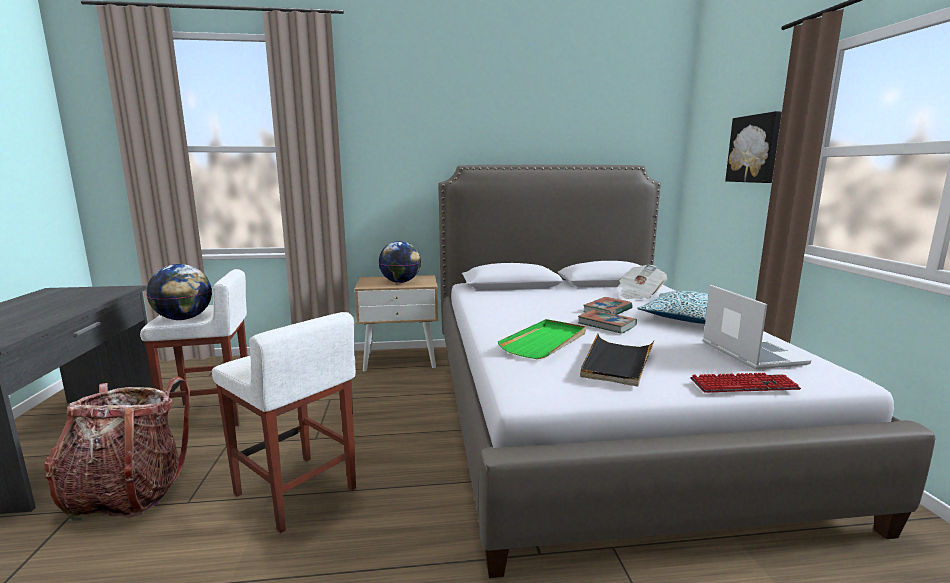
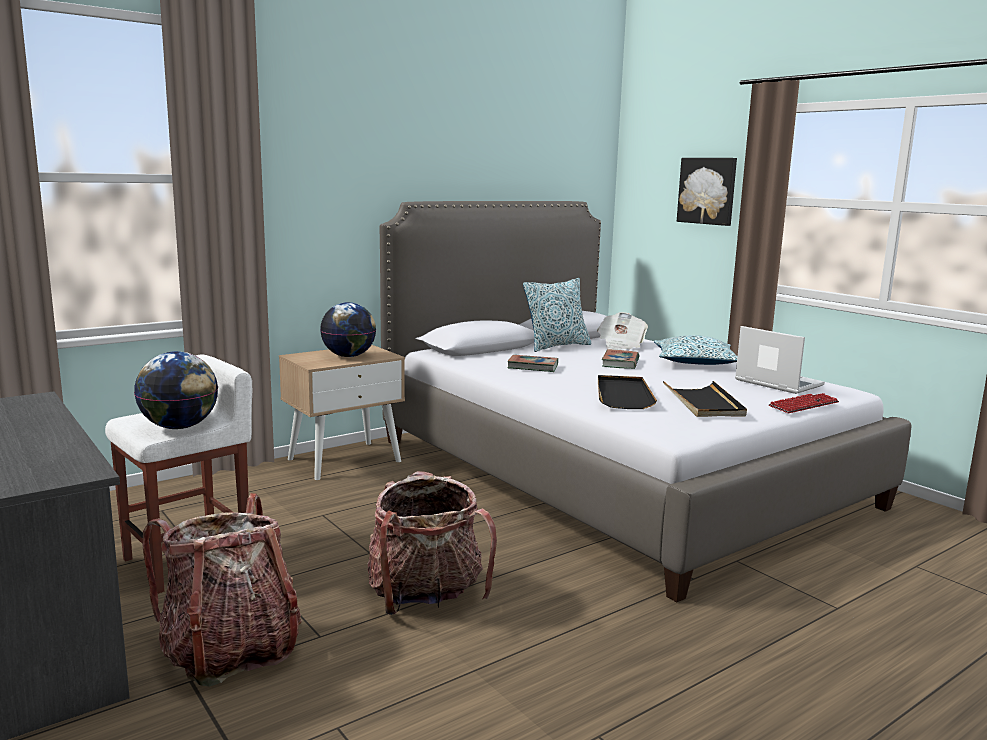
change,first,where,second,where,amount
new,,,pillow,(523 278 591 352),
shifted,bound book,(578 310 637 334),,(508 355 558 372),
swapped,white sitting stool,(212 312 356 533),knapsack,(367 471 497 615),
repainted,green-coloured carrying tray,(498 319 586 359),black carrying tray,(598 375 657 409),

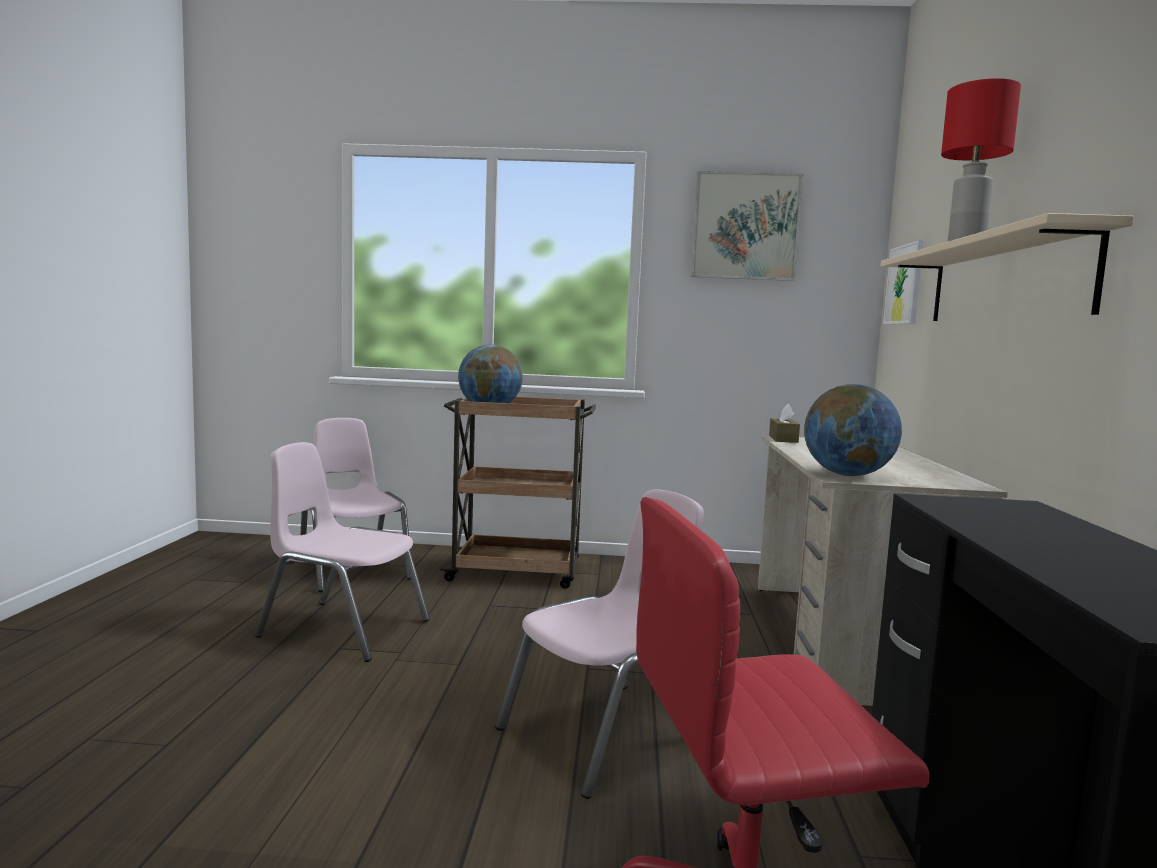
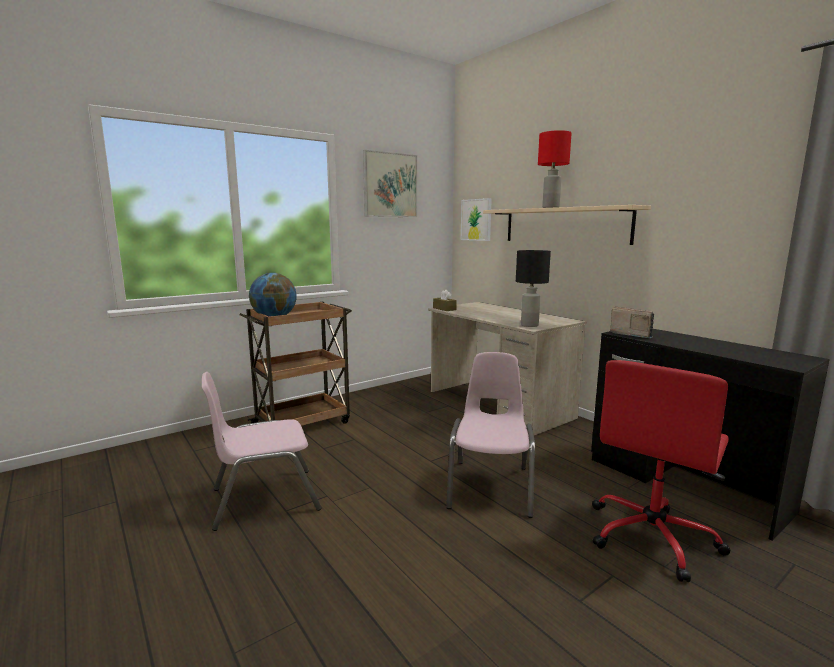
change,first,where,second,where,amount
gone,pink-coloured upright chair,(300 418 411 592),,,
new,,,radio receiver,(610 307 654 338),
swapped,globe,(804 384 902 476),black lamp for a table,(516 250 551 327),

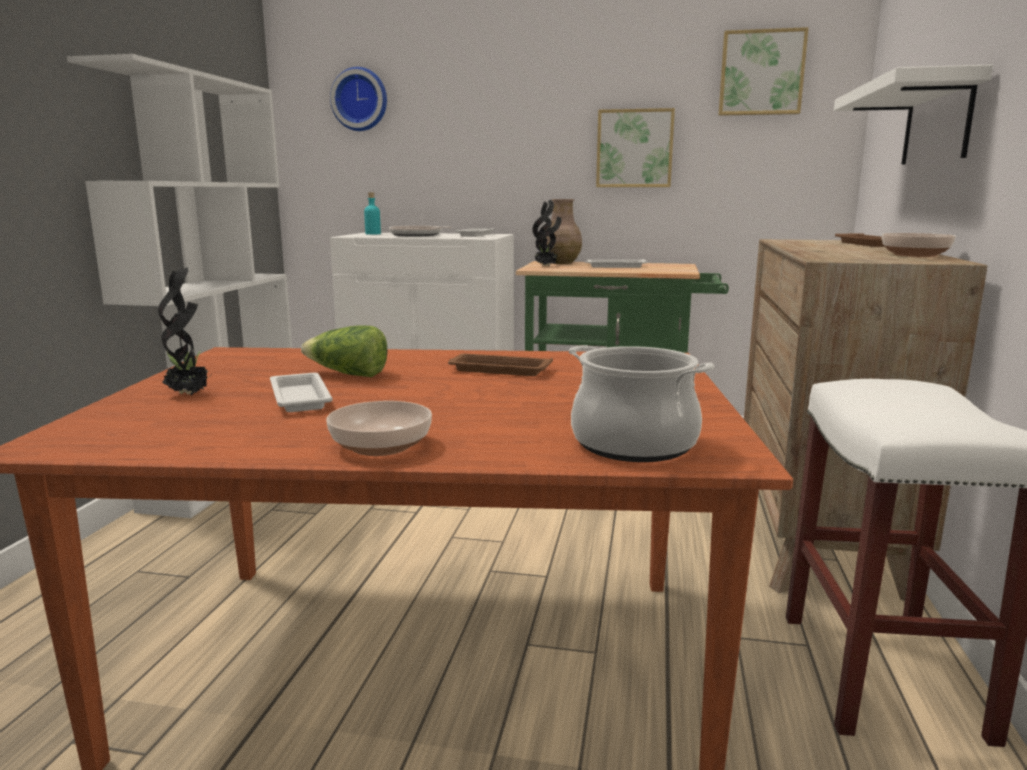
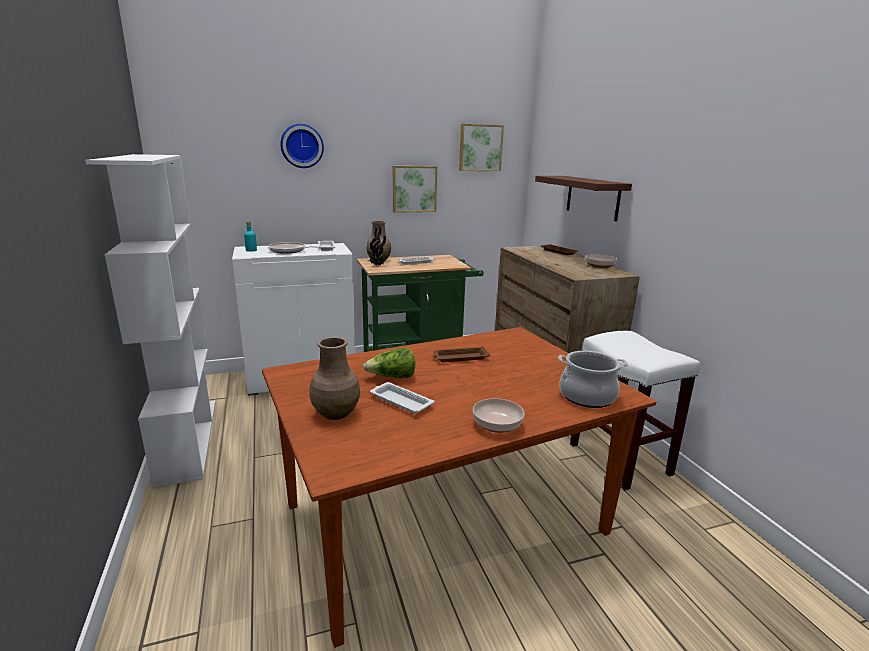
change,first,where,second,where,amount
shifted,hanging clock,(330 67 387 131),,(280 124 324 168),
swapped,houseplant,(158 267 212 395),brown-coloured flower vase,(309 337 360 420),
repainted,white wall shelf,(834 65 993 165),brown-coloured wall shelf,(535 176 632 221),

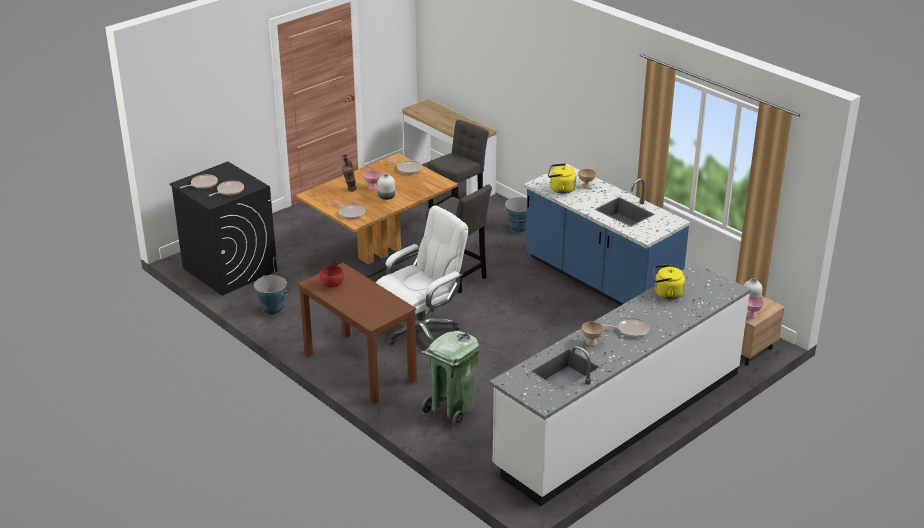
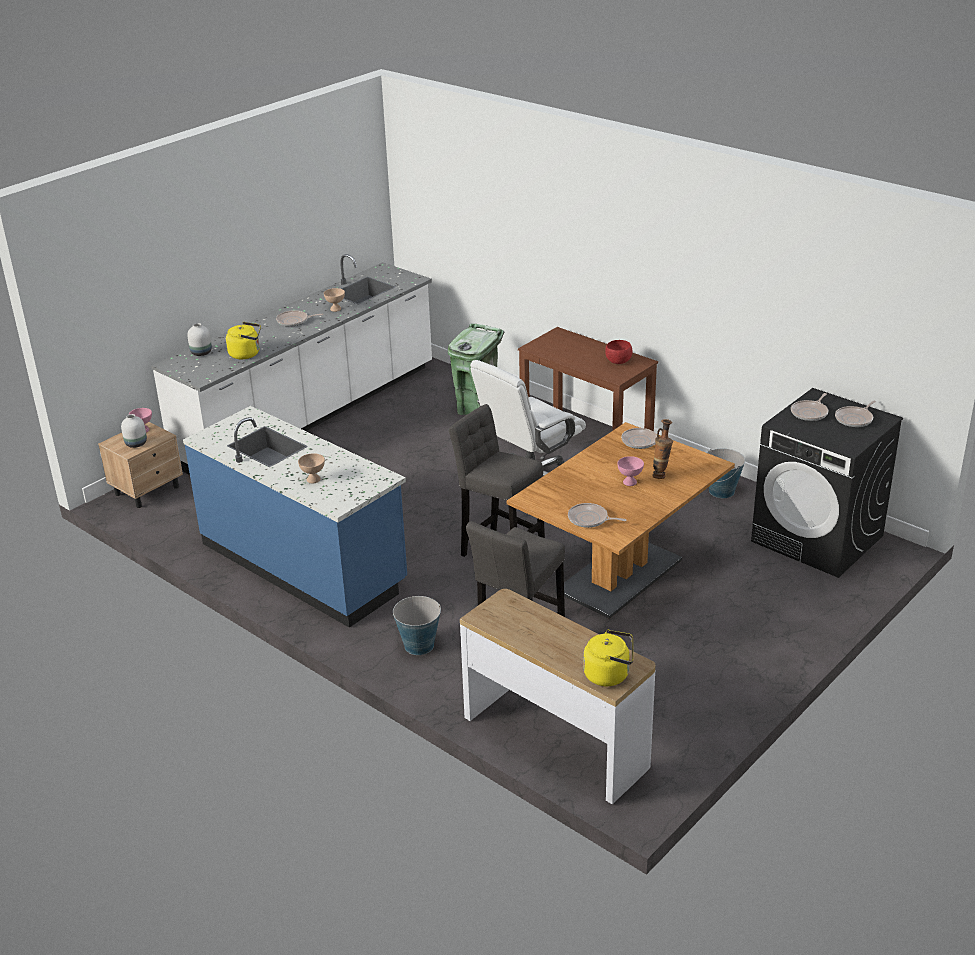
change,first,where,second,where,amount
shifted,white flower vase,(377 174 395 200),,(187 323 212 356),
shifted,yellow water kettle,(548 163 576 194),,(583 630 633 686),

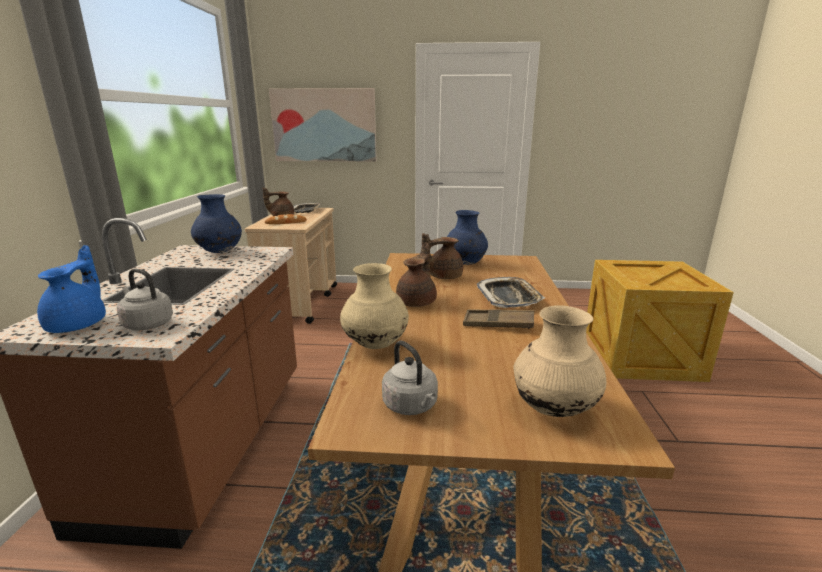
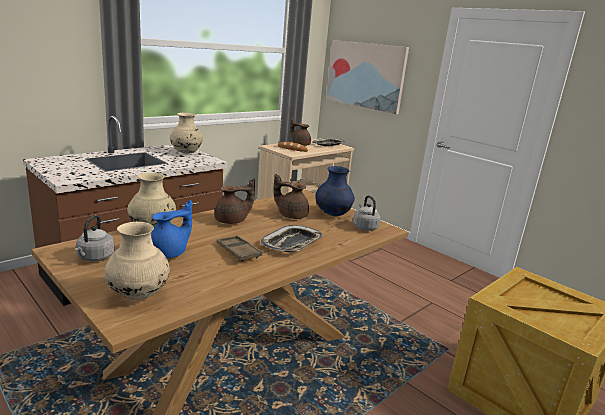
change,first,where,second,where,amount
shifted,blue-coloured teapot,(37 245 106 333),,(151 200 192 258),
shifted,greyish water kettle,(117 269 173 330),,(353 195 381 231),
repainted,blue-coloured flower vase,(191 194 242 253),beige-coloured flower vase,(170 113 203 154),

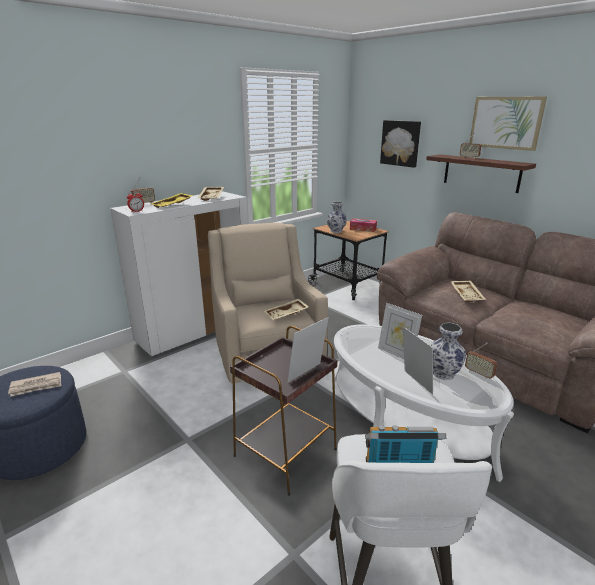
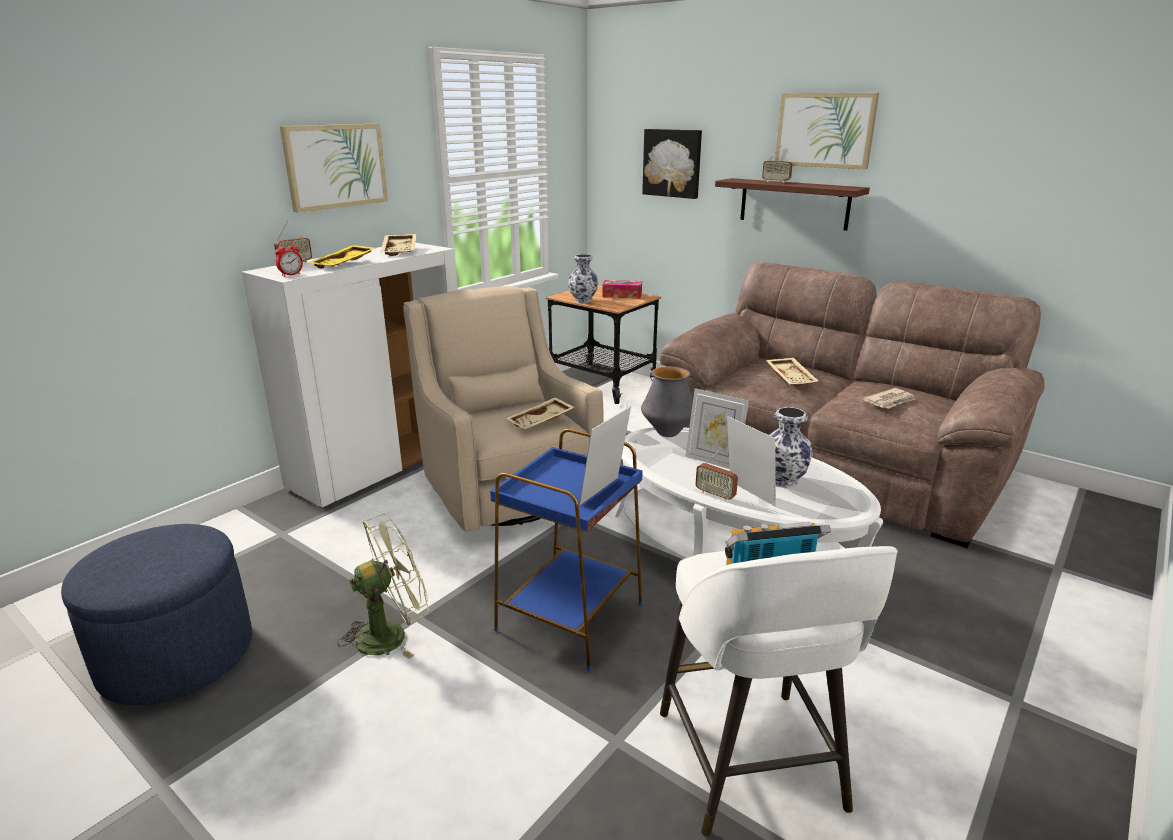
change,first,where,second,where,amount
new,,,wall art,(280 124 388 212),
new,,,green-coloured fan,(337 514 429 659),
new,,,flower vase,(641 366 693 437),
shifted,newspaper,(8 372 61 397),,(863 388 916 409),
shifted,radio receiver,(465 342 497 379),,(696 448 738 501),
repainted,brown-coloured end table,(230 326 337 496),blue-coloured end table,(490 429 643 671),

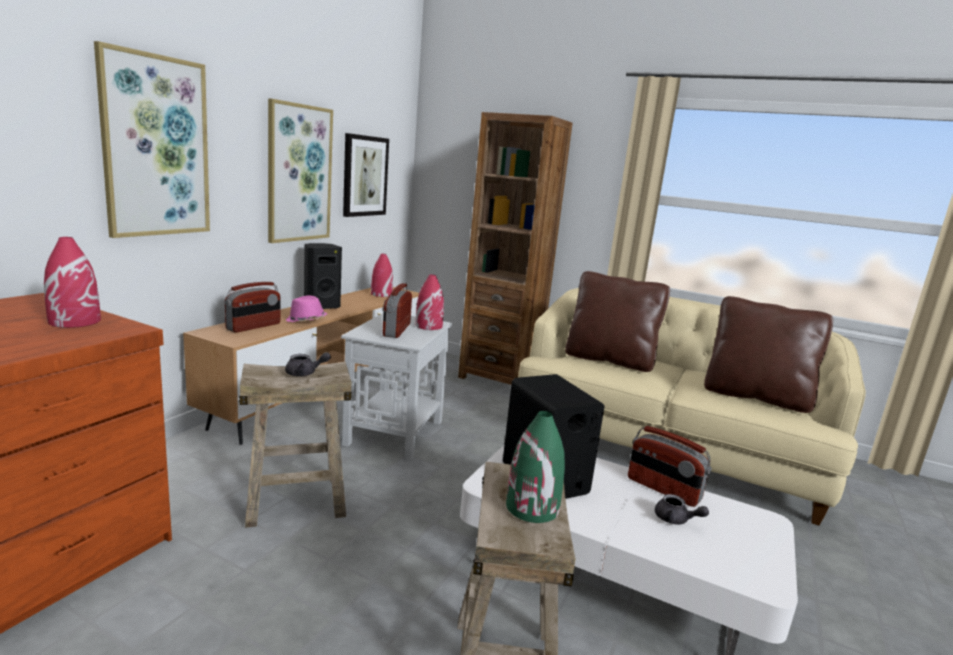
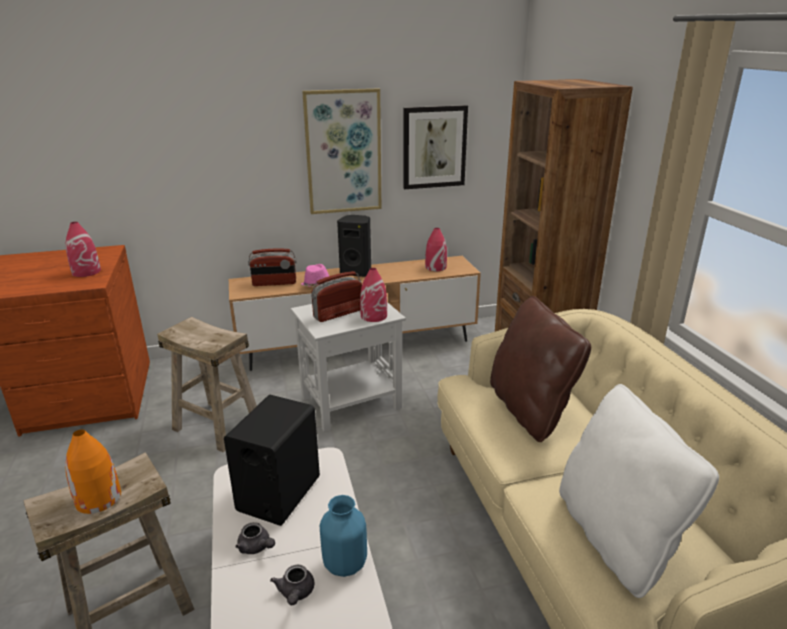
change,first,where,second,where,amount
gone,wall art,(94 41 210 238),,,
shifted,greyish teapot,(285 352 331 376),,(236 522 275 554),
swapped,radio receiver,(628 426 712 507),blue-coloured flower vase,(320 495 367 577),
repainted,green-coloured flower vase,(506 411 565 523),orangey flower vase,(65 429 121 514),
repainted,brown-coloured pillow,(704 296 833 413),white pillow,(559 384 719 598),

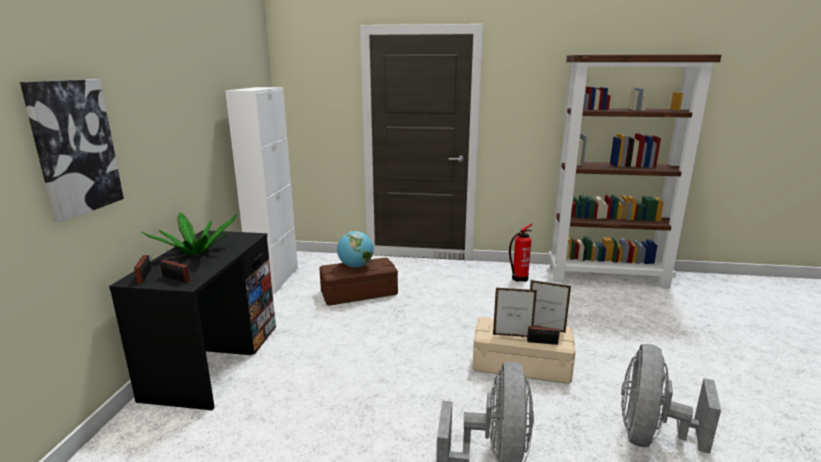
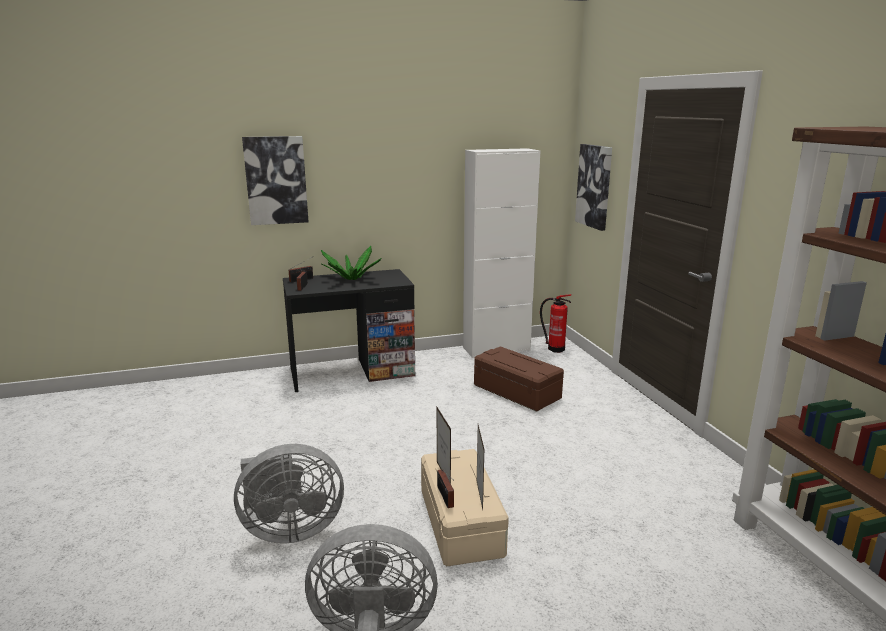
change,first,where,second,where,amount
gone,globe,(337 231 374 268),,,
new,,,wall art,(575 144 612 231),
shifted,fire-fighting cylinder,(509 224 533 282),,(540 294 571 353),

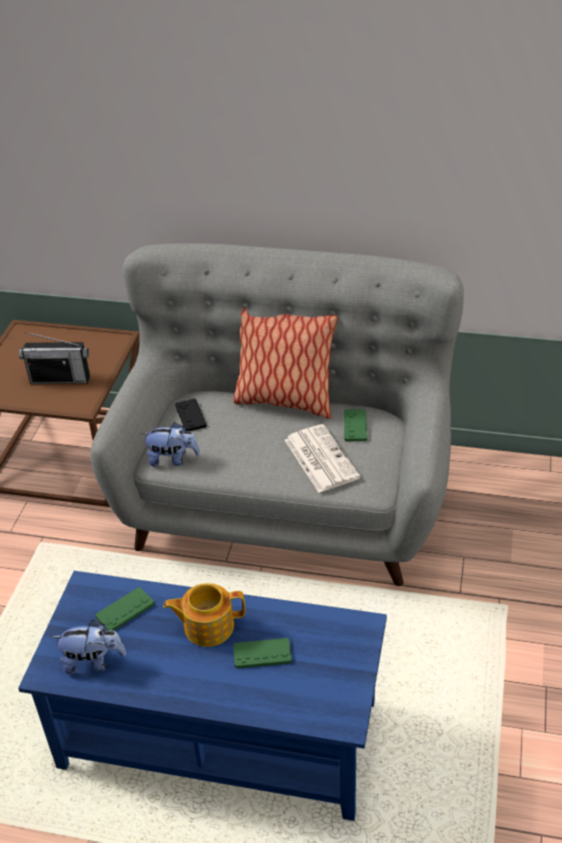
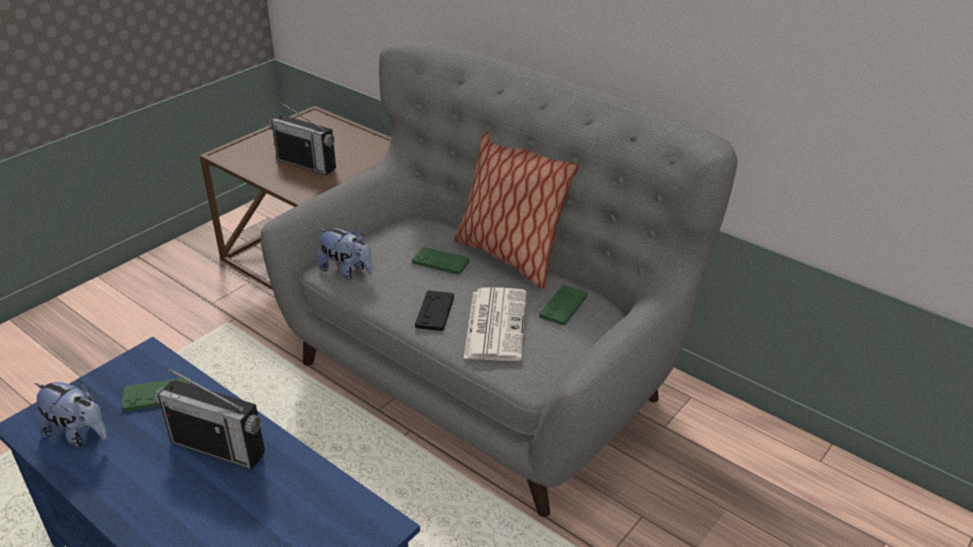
change,first,where,second,where,amount
shifted,black joypad,(175 398 207 431),,(415 291 454 331),
shifted,green-coloured joypad,(233 638 292 669),,(412 247 470 275),
swapped,teapot,(163 583 245 647),radio receiver,(155 367 265 470),

